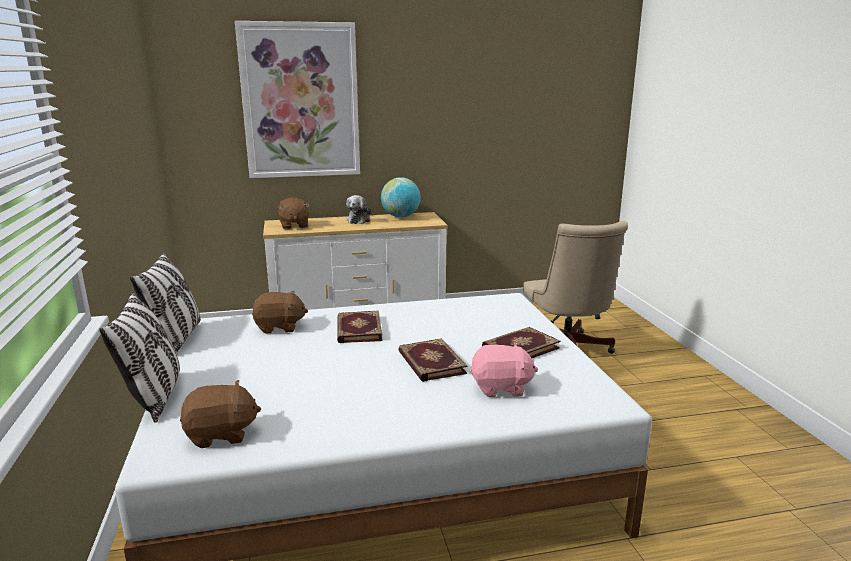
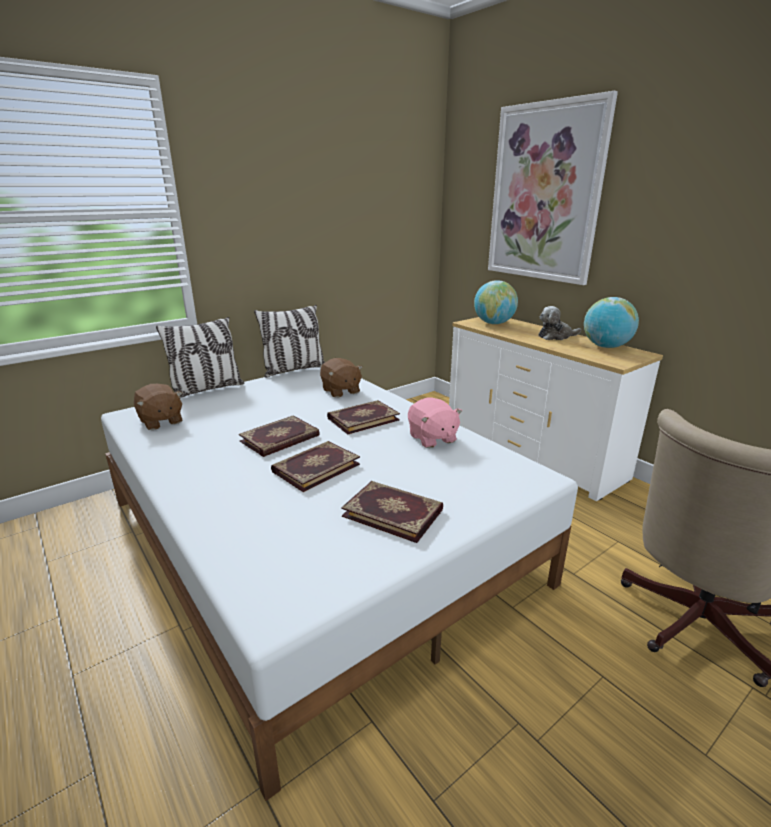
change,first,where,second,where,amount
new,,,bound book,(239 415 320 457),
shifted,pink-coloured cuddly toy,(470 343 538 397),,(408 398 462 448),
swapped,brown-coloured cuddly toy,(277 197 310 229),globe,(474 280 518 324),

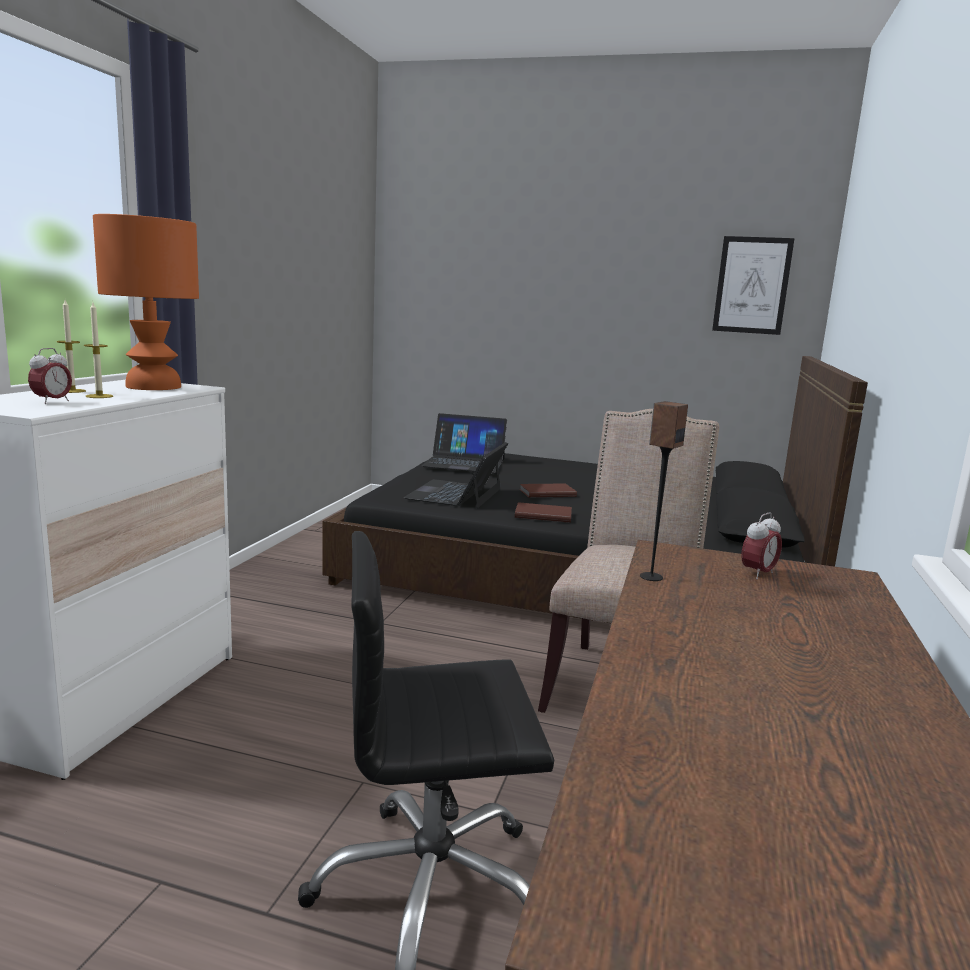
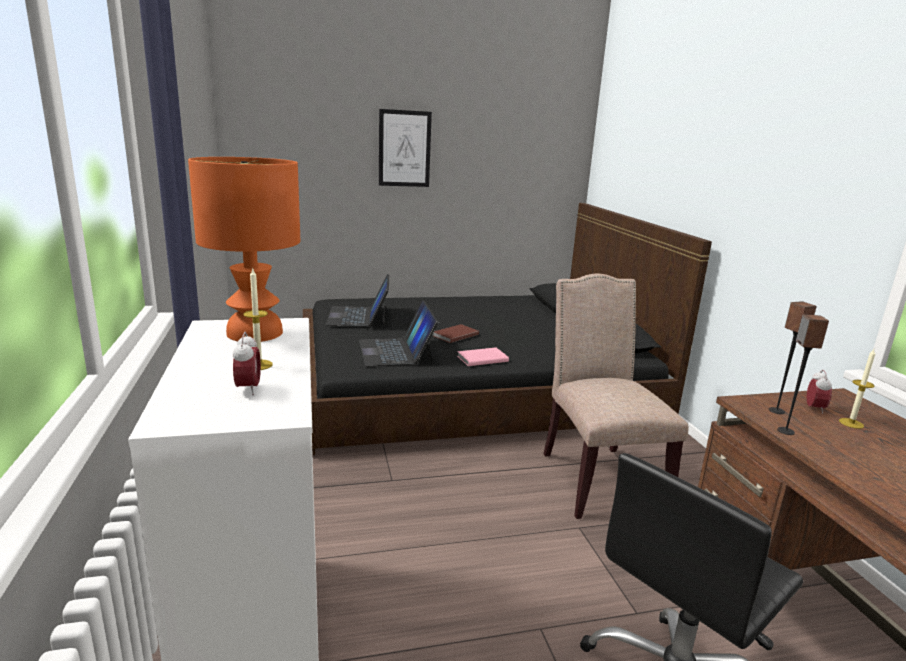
change,first,where,second,where,amount
new,,,speaker,(769 301 817 414),
shifted,candle,(57 300 86 393),,(839 349 875 429),
shifted,wall art,(712 236 795 335),,(379 109 432 187),
repainted,brown-coloured bound book,(515 502 572 523),pink-coloured bound book,(457 347 509 366),
rotated,laptop,(422 413 507 473),,(326 274 389 326),105 degrees clockwise

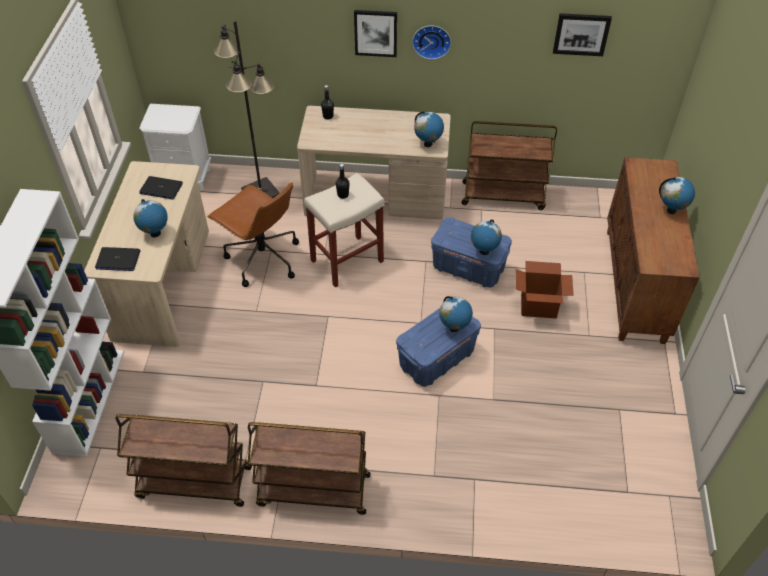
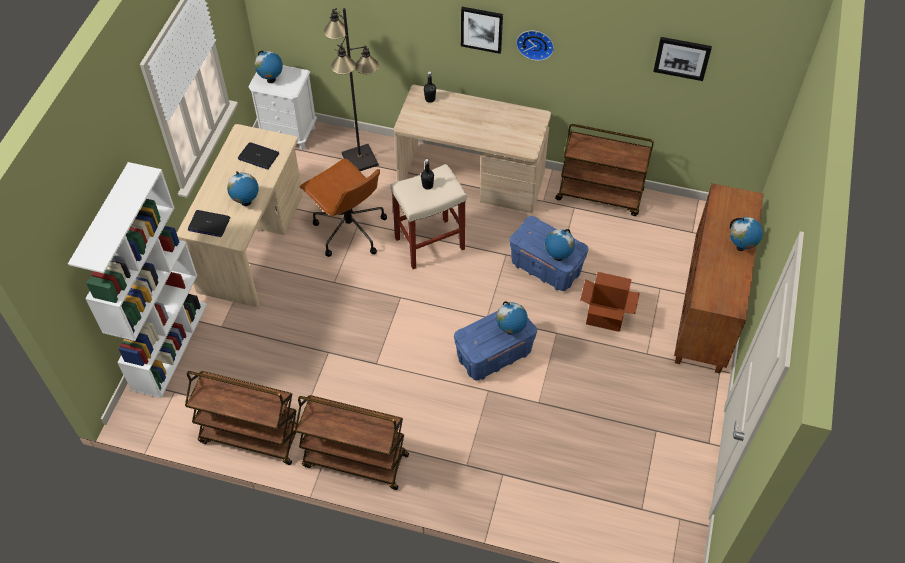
change,first,where,second,where,amount
shifted,globe,(414 111 444 147),,(254 50 283 83),

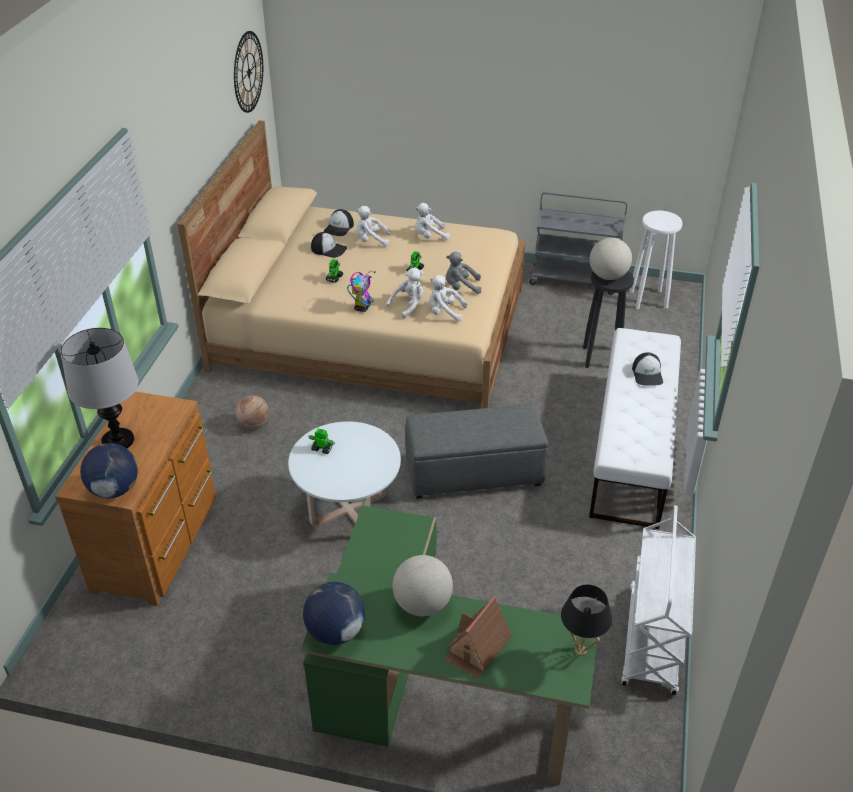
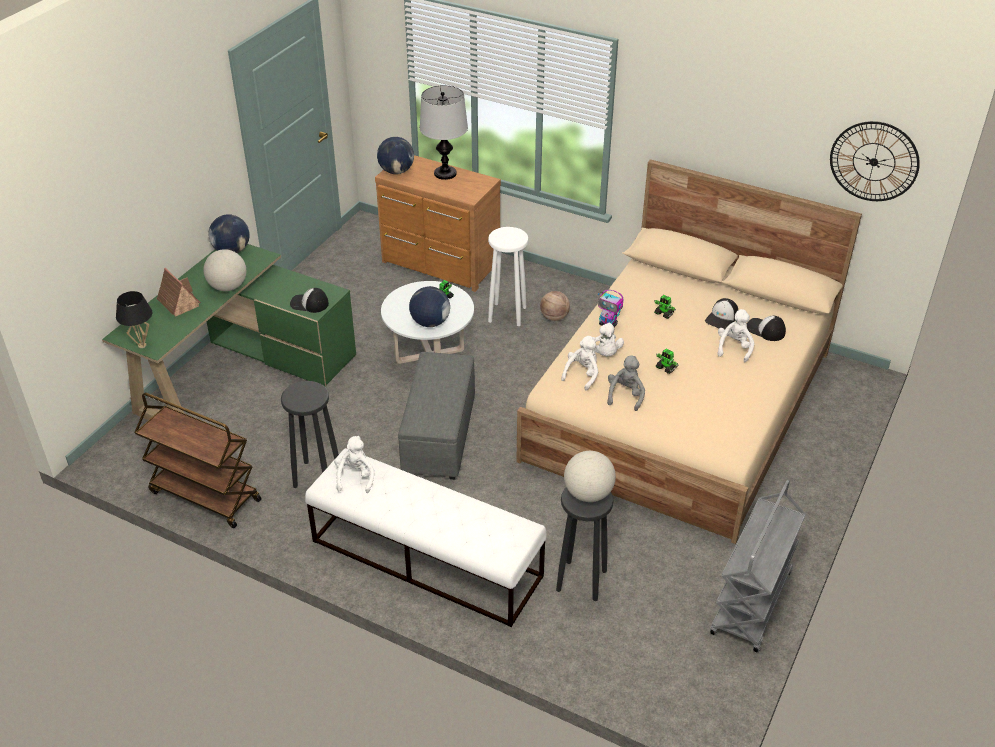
change,first,where,second,where,amount
new,,,black sitting stool,(281 381 339 488),
new,,,globe,(409 286 450 327),
shifted,white cuddly toy,(415 203 450 240),,(334 436 374 493),
shifted,white sitting stool,(630 210 683 309),,(488 227 529 326),
shifted,peaked cap,(632 352 663 386),,(290 288 329 313),
repainted,white cart,(621 505 696 695),brown-coloured cart,(134 393 261 528),

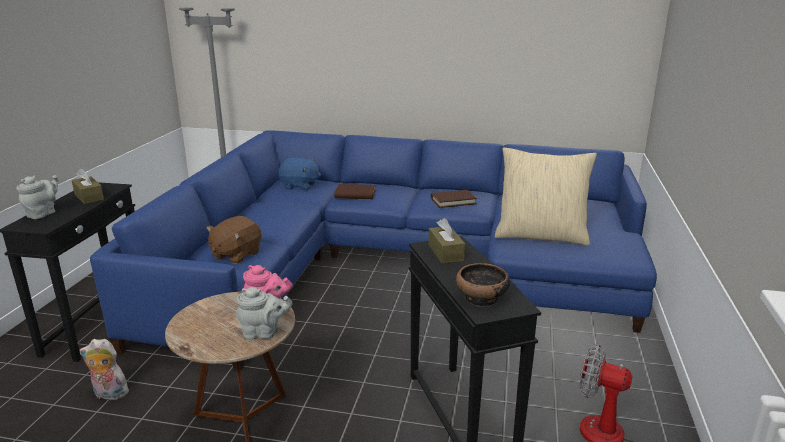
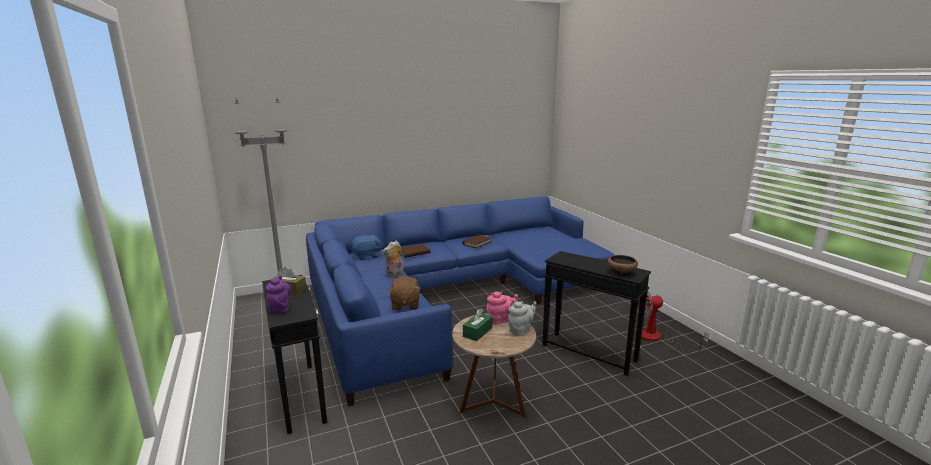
change,first,where,second,where,amount
gone,brown-coloured tissue holder,(428 218 465 264),,,
gone,beige-coloured pillow,(495 148 597 246),,,
new,,,green-coloured tissue holder,(463 309 493 341),
shifted,cuddly toy,(79 339 129 400),,(382 241 404 278),
repainted,greyish teapot,(16 175 59 219),purplish teapot,(265 275 291 314),

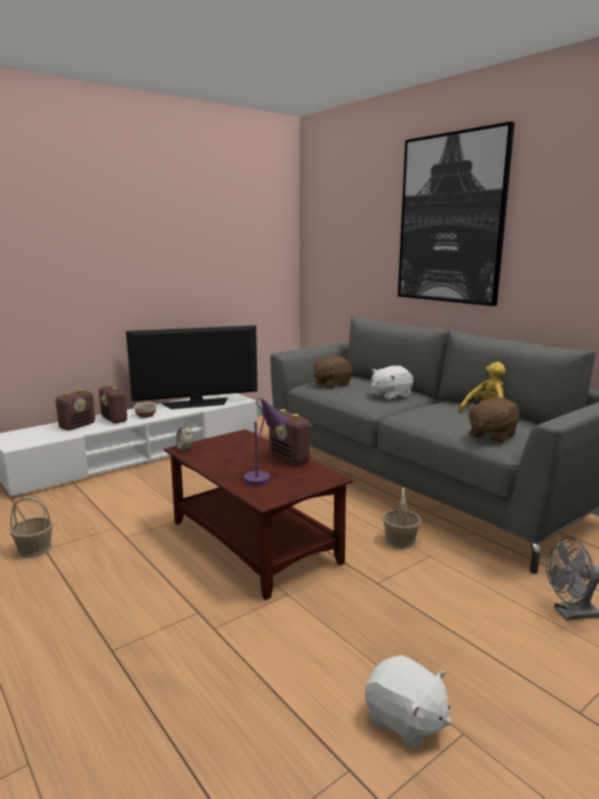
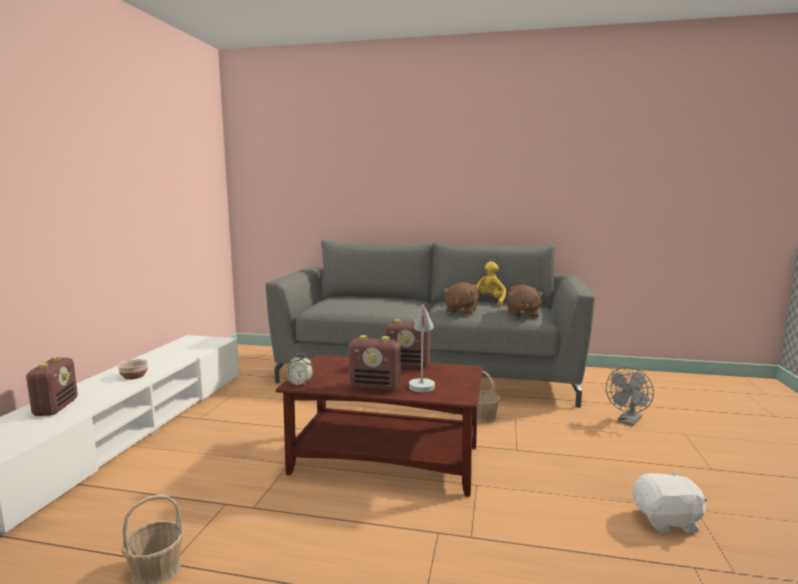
change,first,where,second,where,amount
gone,TV set,(126 325 258 409),,,
gone,white cuddly toy,(371 366 413 400),,,
gone,wall art,(398 122 515 306),,,
shifted,radio receiver,(99 384 128 424),,(349 335 401 391),
shifted,brown-coloured cuddly toy,(313 356 353 388),,(443 282 479 315),
repainted,purplish lamp for a table,(244 398 287 486),white lamp for a table,(409 304 435 392),

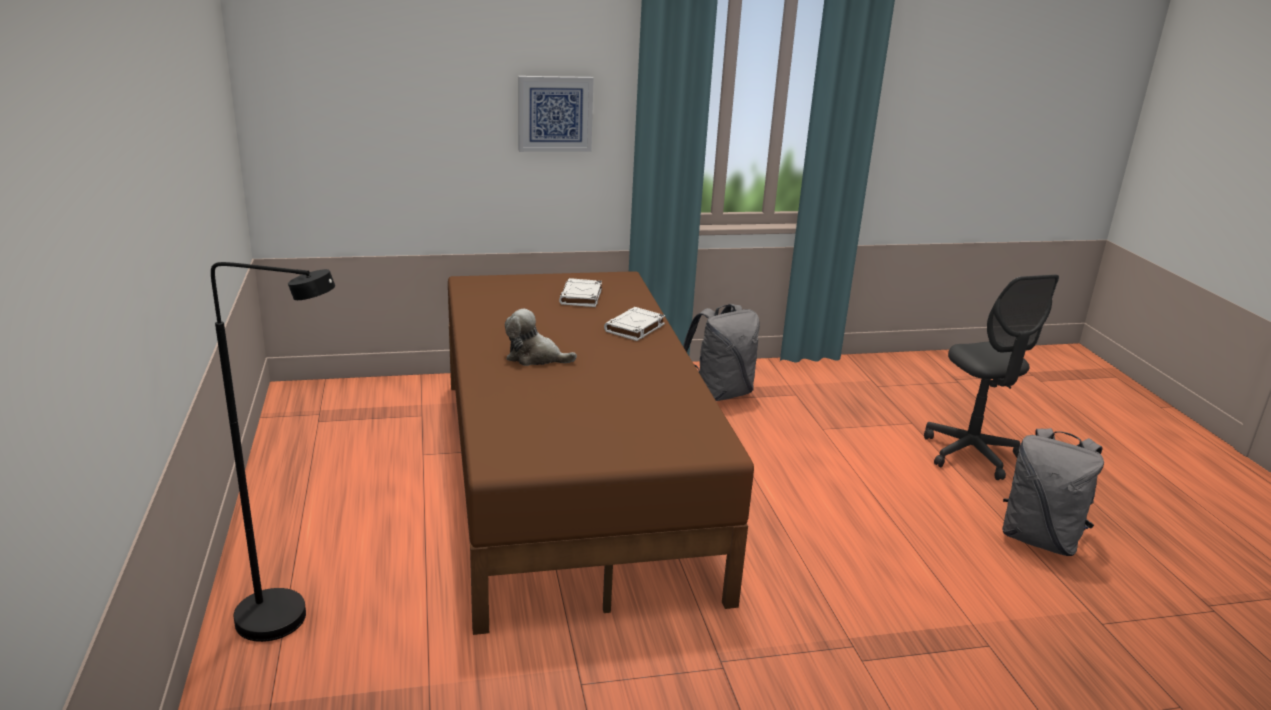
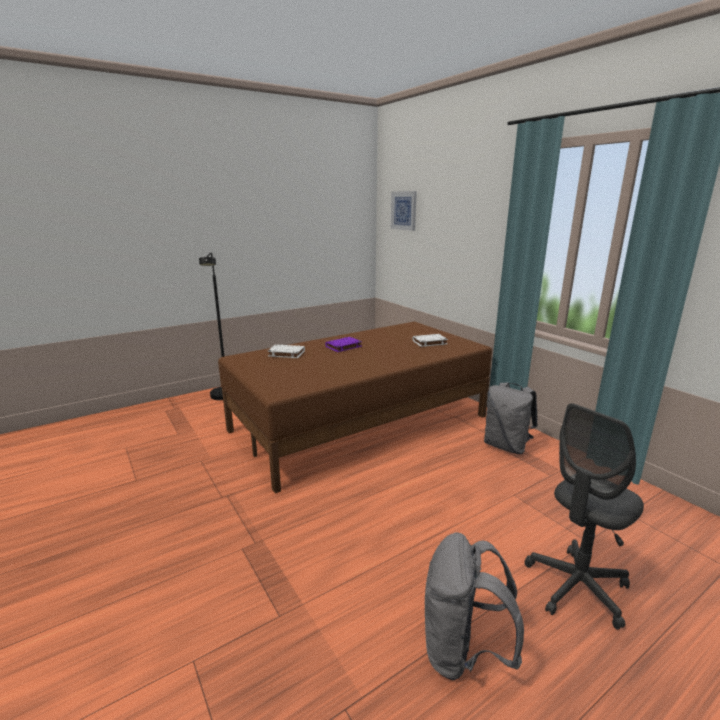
change,first,where,second,where,amount
shifted,wall art,(518 76 594 152),,(391 191 417 231),
shifted,white bound book,(604 307 665 341),,(268 344 305 358),
swapped,cuddly toy,(505 309 577 366),purplish bound book,(325 337 362 352),

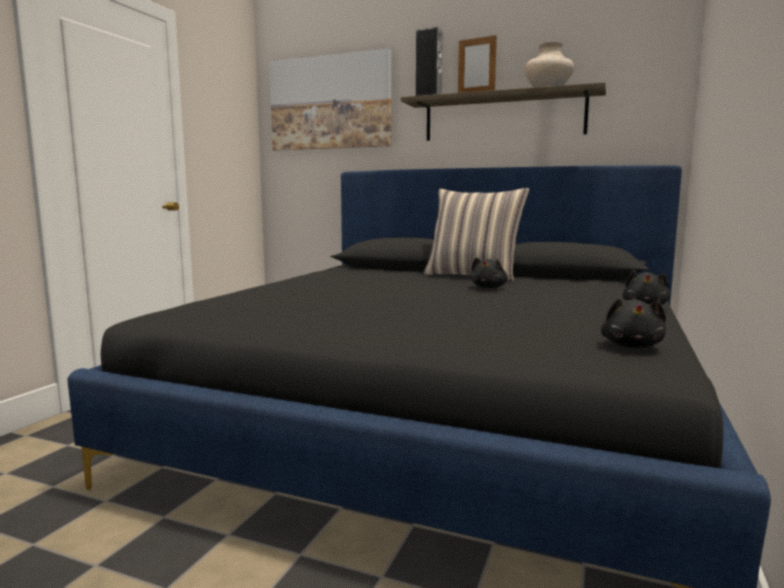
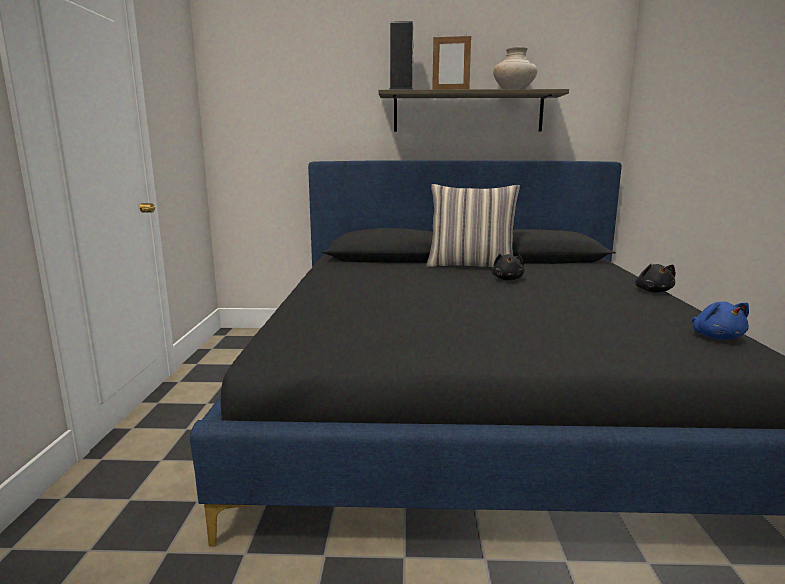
change,first,where,second,where,amount
gone,wall art,(269 49 391 151),,,
repainted,black cuddly toy,(601 298 666 348),blue-coloured cuddly toy,(691 301 749 340),

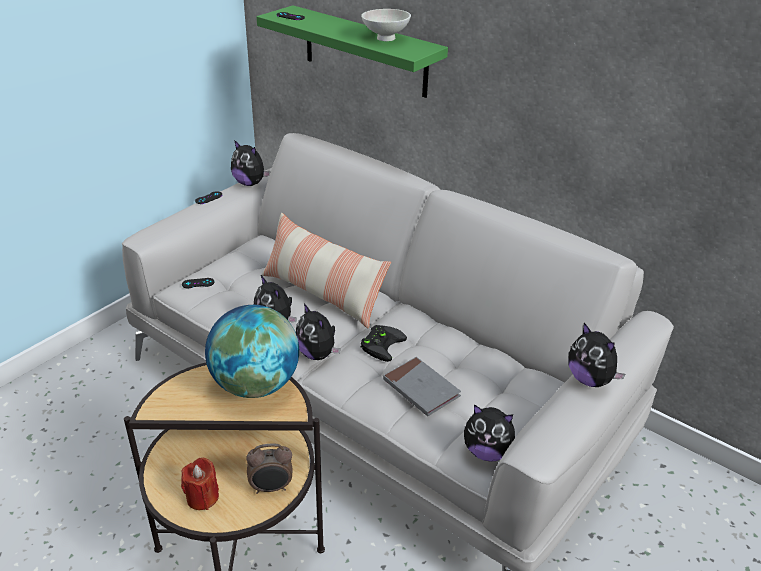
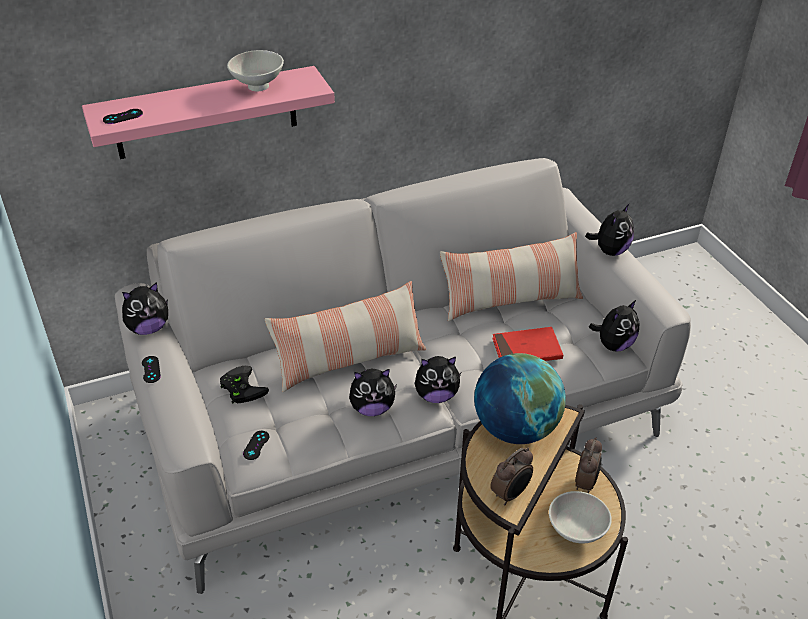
change,first,where,second,where,amount
new,,,pillow,(440 232 583 321),
new,,,bedside clock,(490 447 533 505),
shifted,black joypad,(360 325 407 362),,(220 366 269 403),
swapped,red candle,(181 457 219 510),white bowl,(549 491 612 544),
repainted,green-coloured wall shelf,(256 5 448 98),pink-coloured wall shelf,(82 66 335 159),
repainted,greyish bound book,(383 357 461 416),red bound book,(492 327 563 361),
rotated,cuddly toy,(568 323 626 387),,(585 204 634 256),45 degrees counterclockwise

